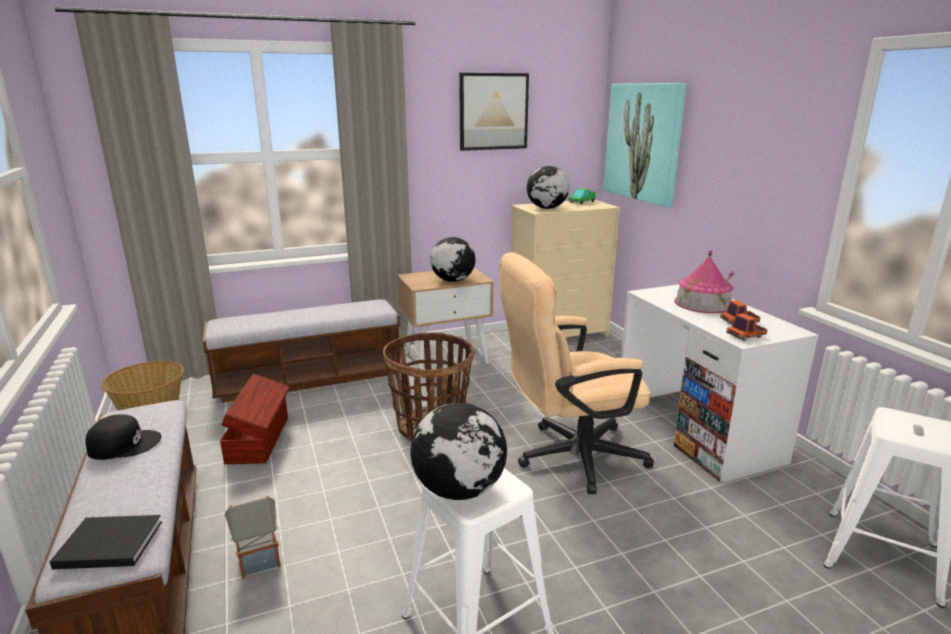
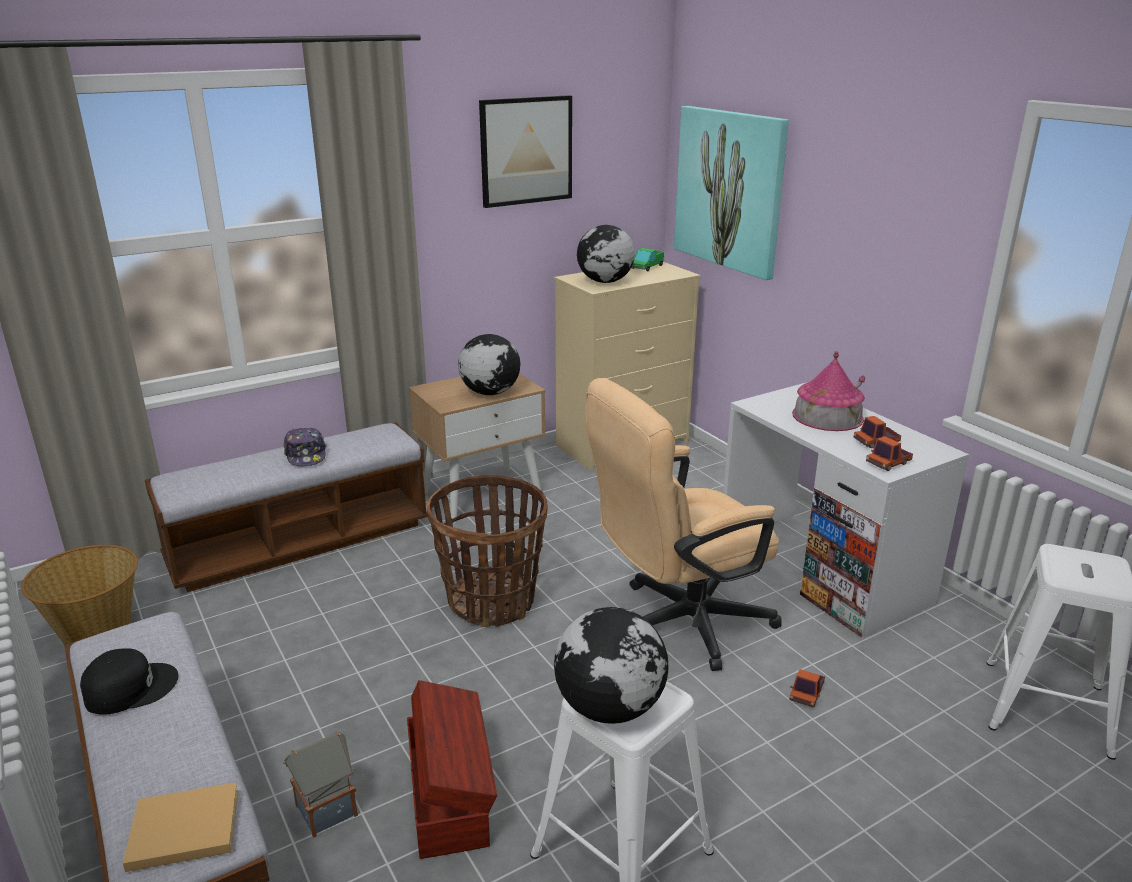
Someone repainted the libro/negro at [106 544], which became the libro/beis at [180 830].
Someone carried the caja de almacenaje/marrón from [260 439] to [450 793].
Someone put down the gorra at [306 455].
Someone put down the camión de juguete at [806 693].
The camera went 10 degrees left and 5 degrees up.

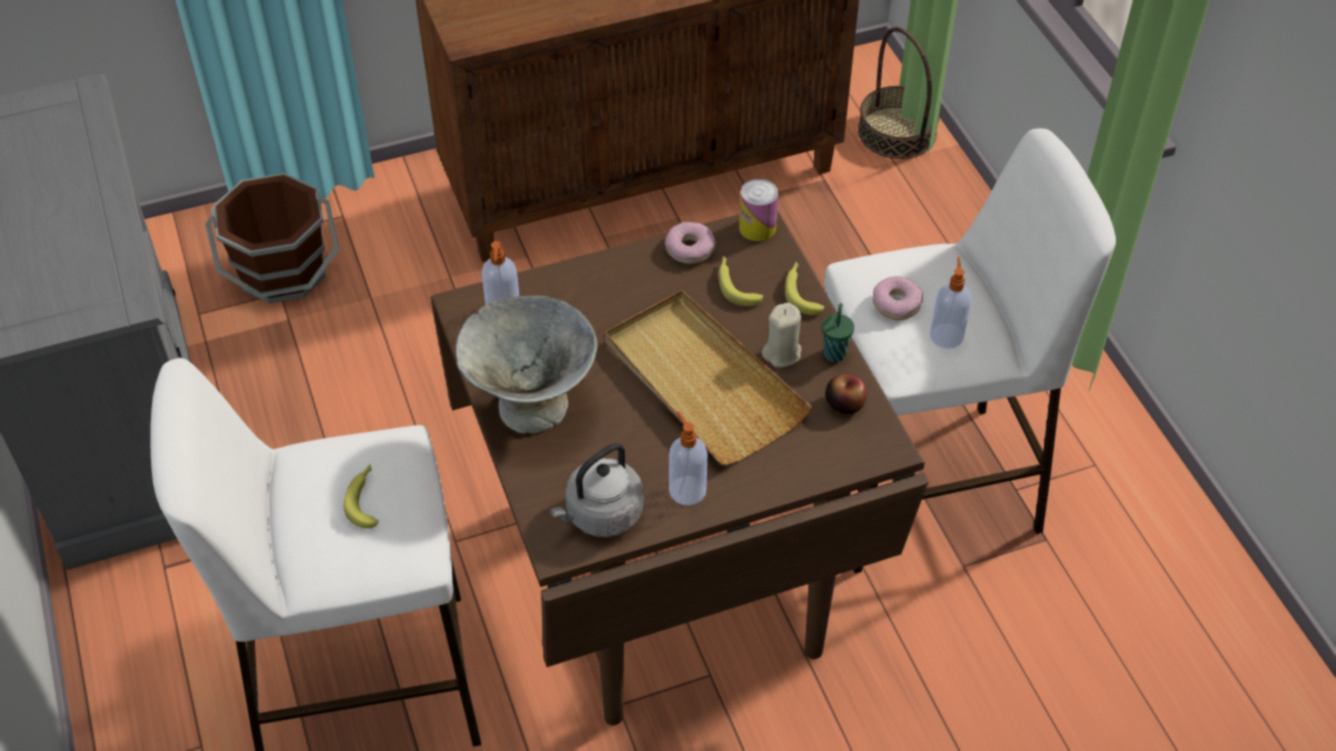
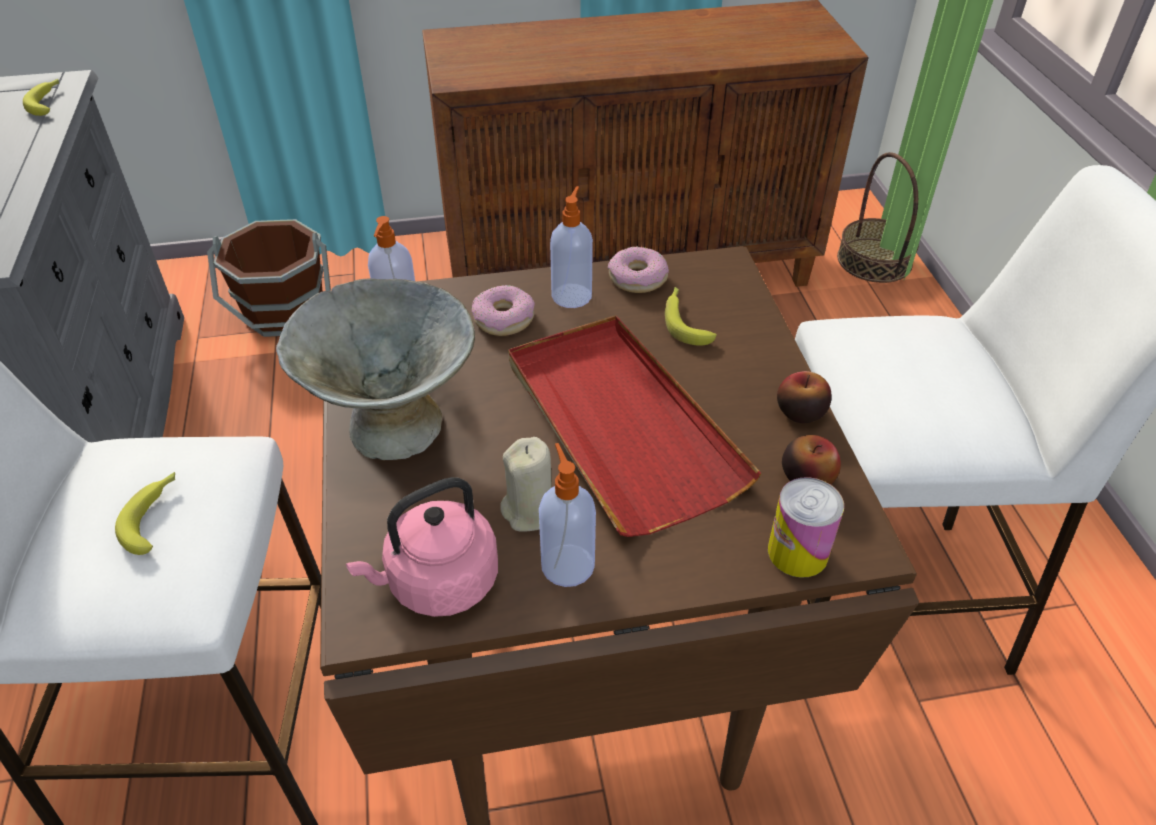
Someone repainted the hervidor/gris at [601 515], which became the hervidor/rosa at [437 583].
Someone repainted the bandeja/beis at [702 382], which became the bandeja/rojo at [620 425].
Someone carried the lata from [757 227] to [797 552].
Someone carried the vela/beis from [782 353] to [531 510].
Someone carried the plátano from [801 292] to [48 102].
Someone swapped the taza/verde at [834 352] for the manzana at [800 412].
Someone carried the rosquilla from [896 304] to [504 319].
Someone carried the dispensador de jabón from [946 335] to [572 295].
The camera went 10 degrees right and 5 degrees down.

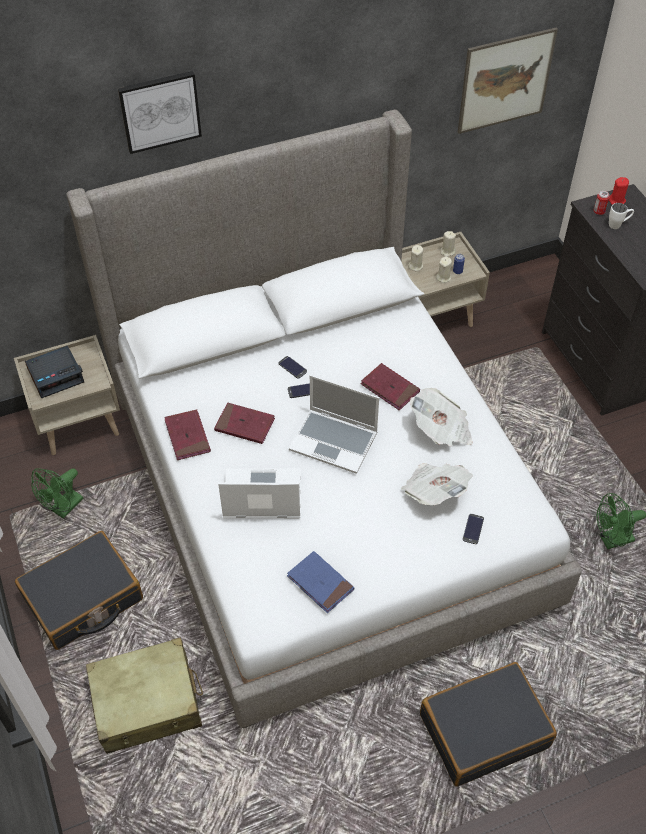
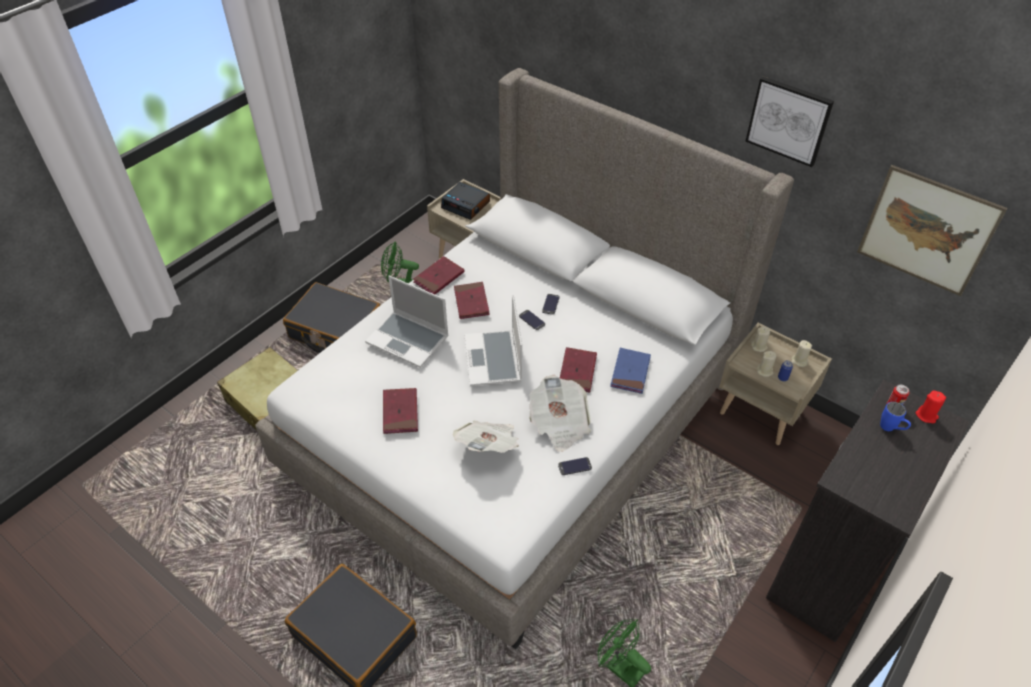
Someone carried the cuadro from [160 111] to [789 120].
Someone rotated the portátil at [261 496] by 150 degrees clockwise.
Someone carried the libro/azul from [320 583] to [630 372].
Someone carried the móvil from [473 529] to [574 466].
Someone repainted the taza grande/blanco at [618 225], which became the taza grande/azul at [891 429].
Someone put down the libro/rojo at [400 412].
The camera went 60 degrees right and 5 degrees down.

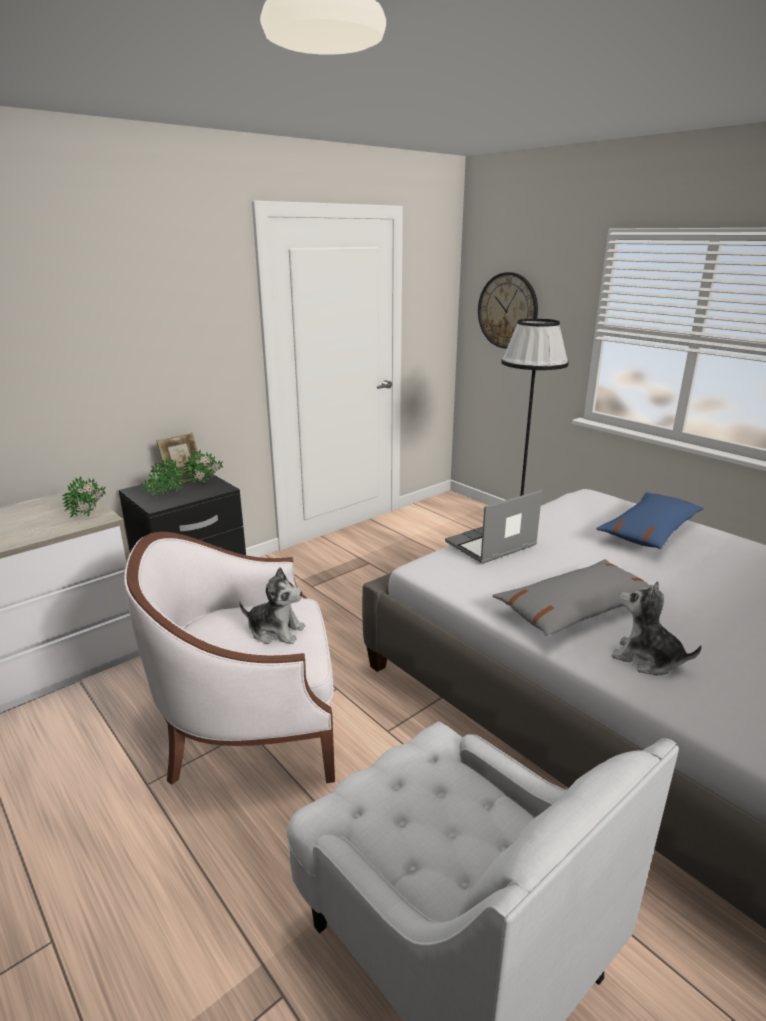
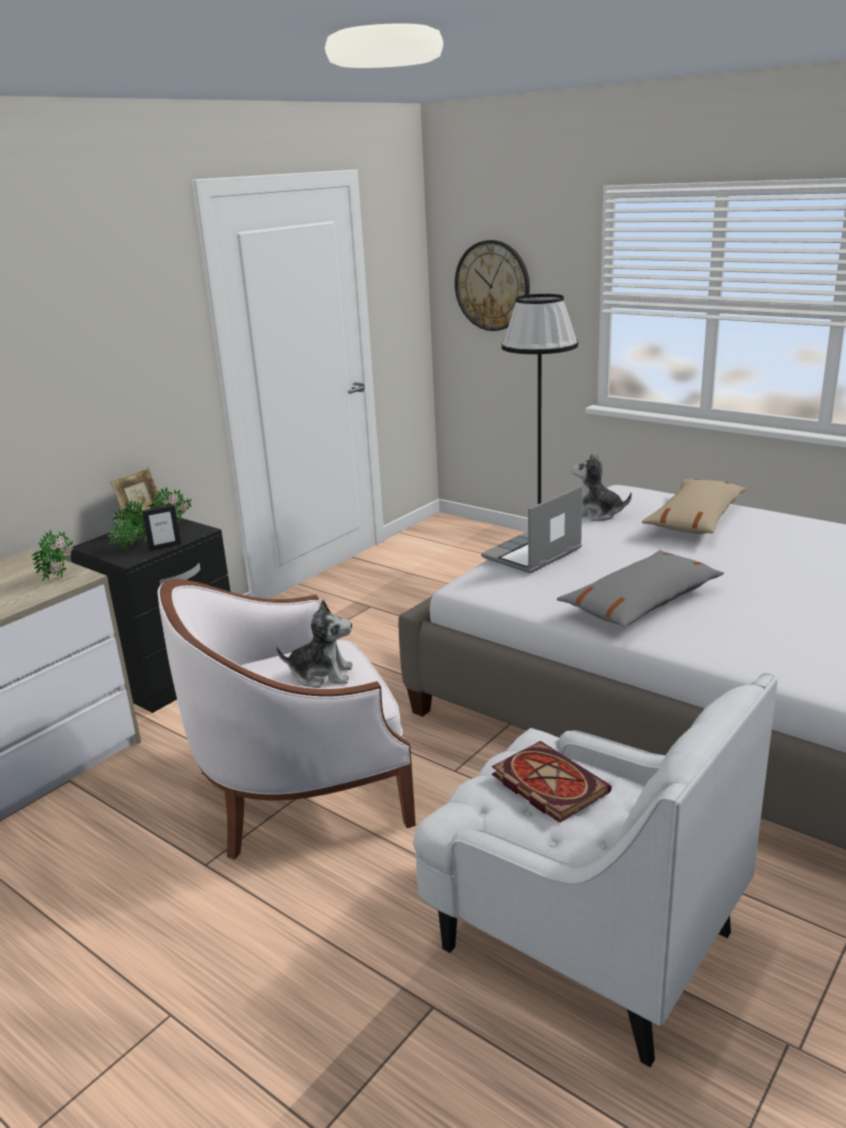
Someone repainted the cojín/azul at [650 531], which became the cojín/beis at [695 519].
Someone carried the peluche from [646 659] to [597 514].
Someone put down the portarretratos at [165 547].
Someone put down the libro at [546 784].
The camera went 10 degrees left and 0 degrees up.

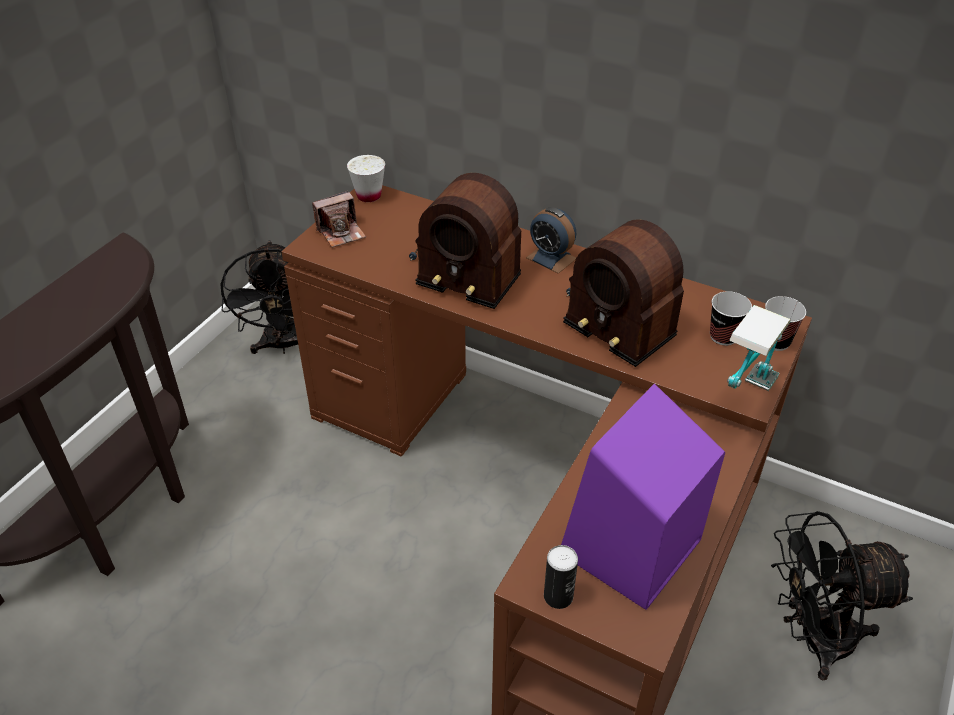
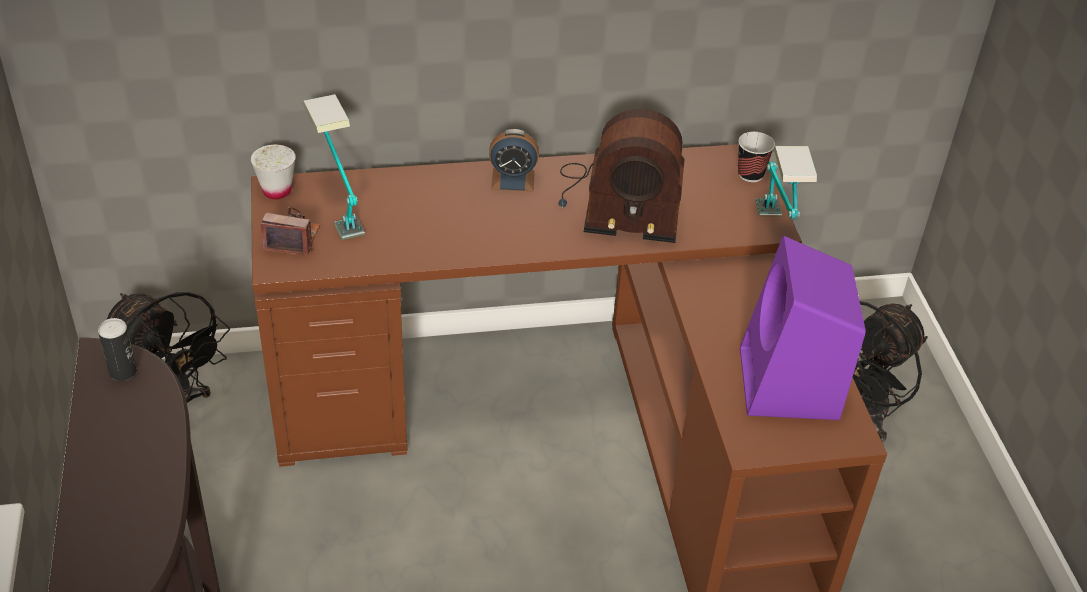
Someone rotated the cámara at [341 232] by 105 degrees counterclockwise.
Someone took away the radio at [464 265].
Someone carried the lata from [558 596] to [123 371].
Someone took away the taza at [723 336].
Someone put down the lámpara de mesa at [338 206].
The camera went 40 degrees left and 0 degrees up.

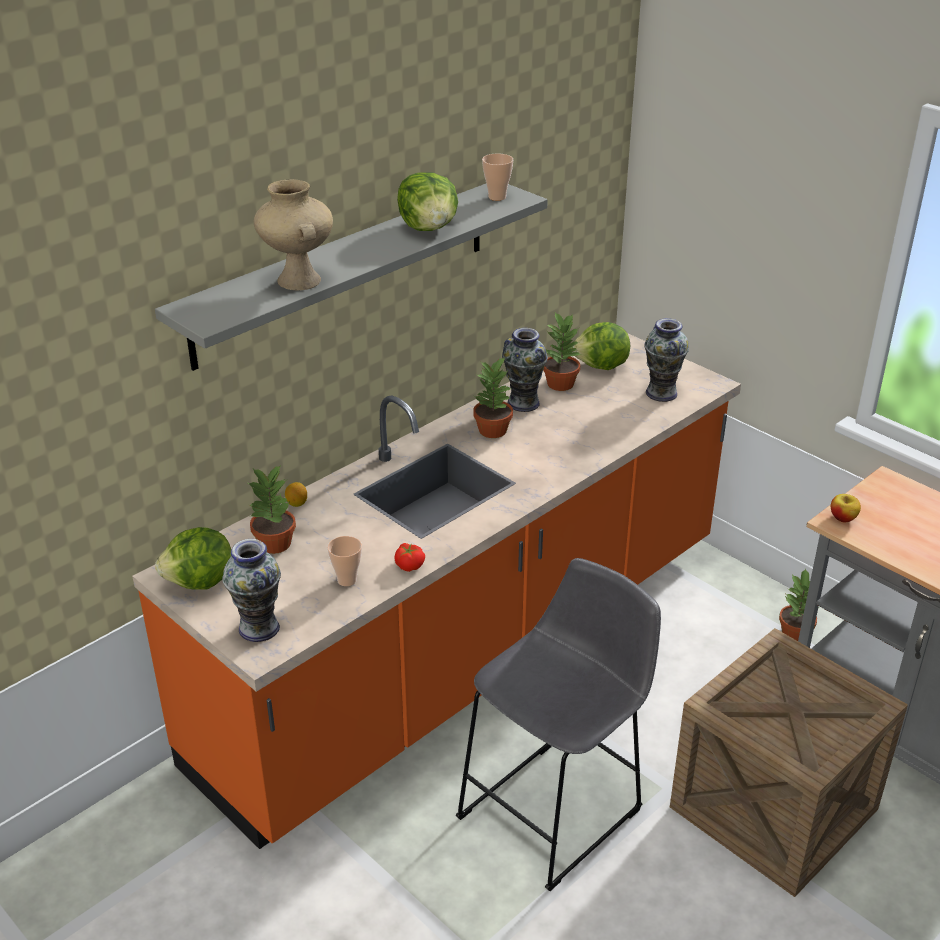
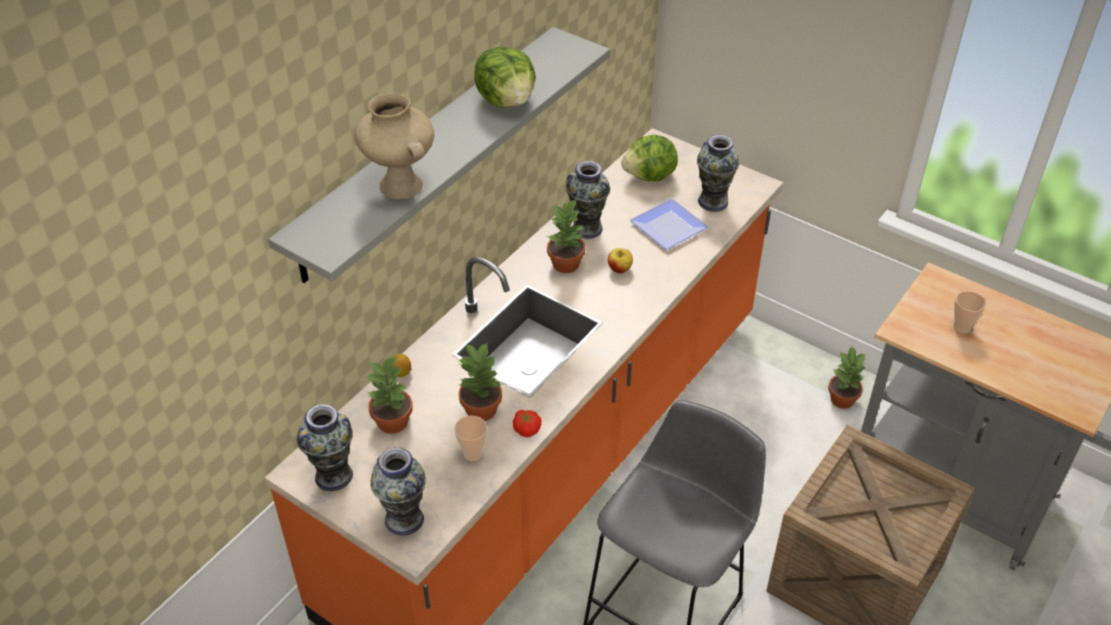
Someone swapped the lechuga at [201 582] for the florero at [334 476].
Someone carried the taza from [497 197] to [961 327].
Someone carried the planta en maceta from [560 383] to [481 409].
Someone carried the manzana from [843 518] to [619 268].
Someone put down the plato at [668 228].
The camera went 10 degrees left and 10 degrees up.

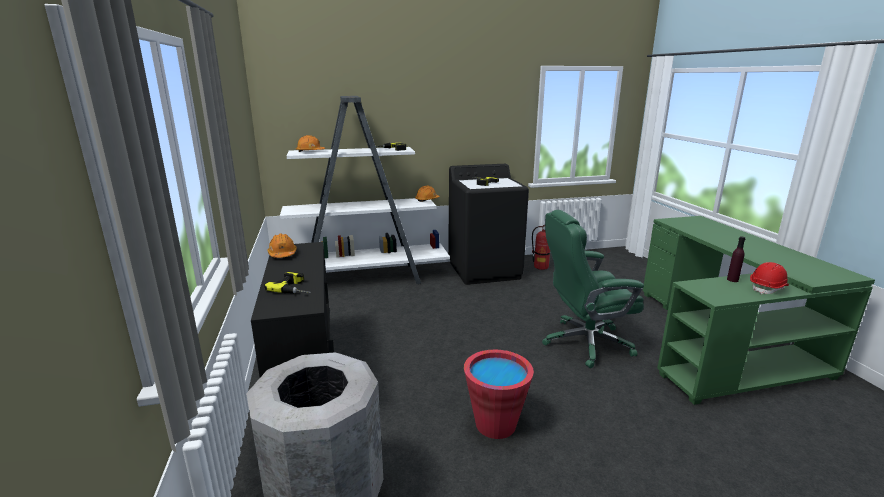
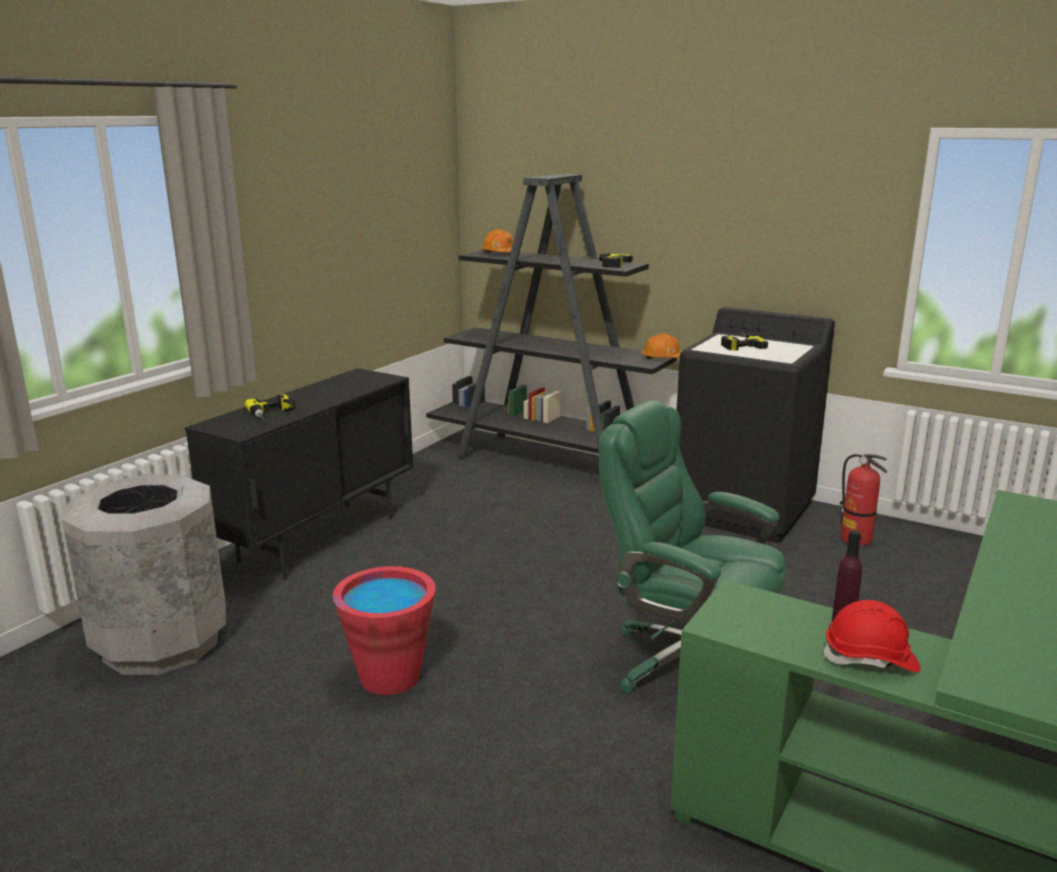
Someone took away the casco/naranja at [282 254].
Someone repainted the estantería/blanco at [363 279], which became the estantería/negro at [555 463].
The camera went 45 degrees right and 0 degrees up.

